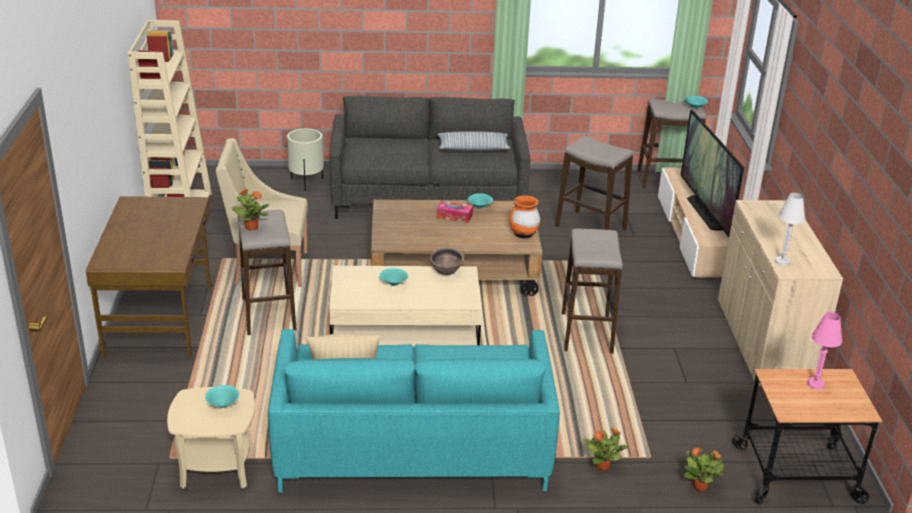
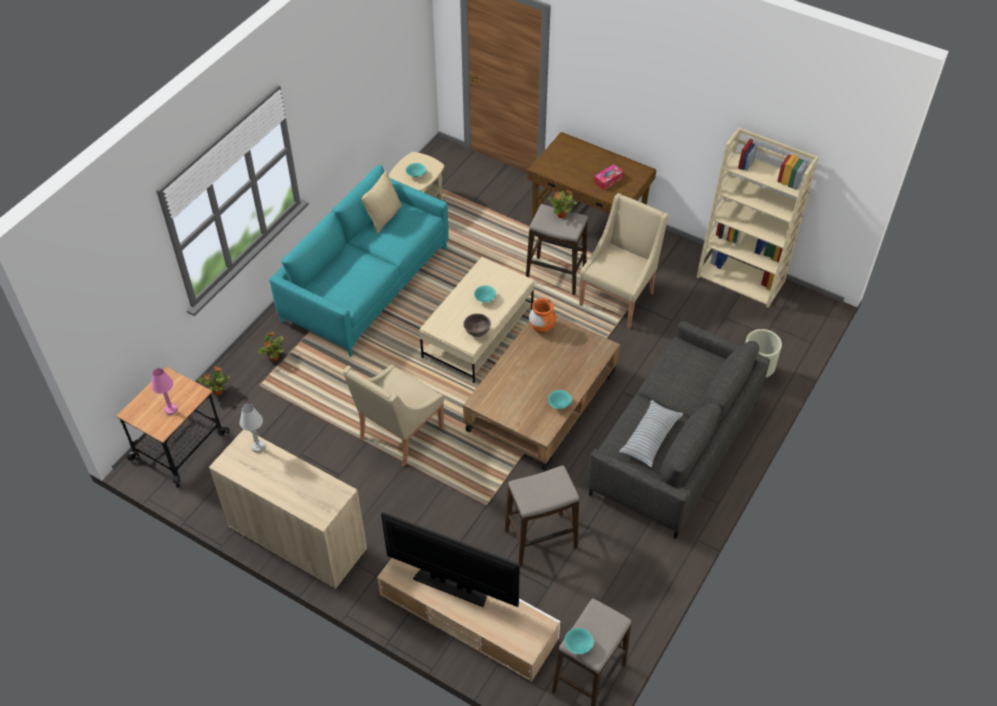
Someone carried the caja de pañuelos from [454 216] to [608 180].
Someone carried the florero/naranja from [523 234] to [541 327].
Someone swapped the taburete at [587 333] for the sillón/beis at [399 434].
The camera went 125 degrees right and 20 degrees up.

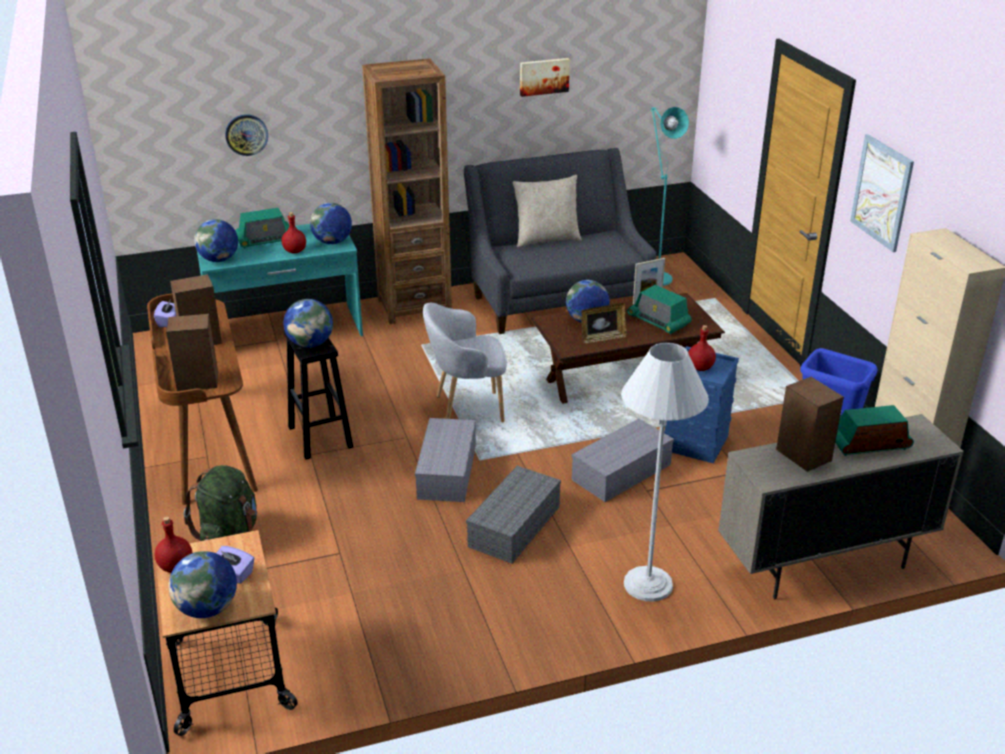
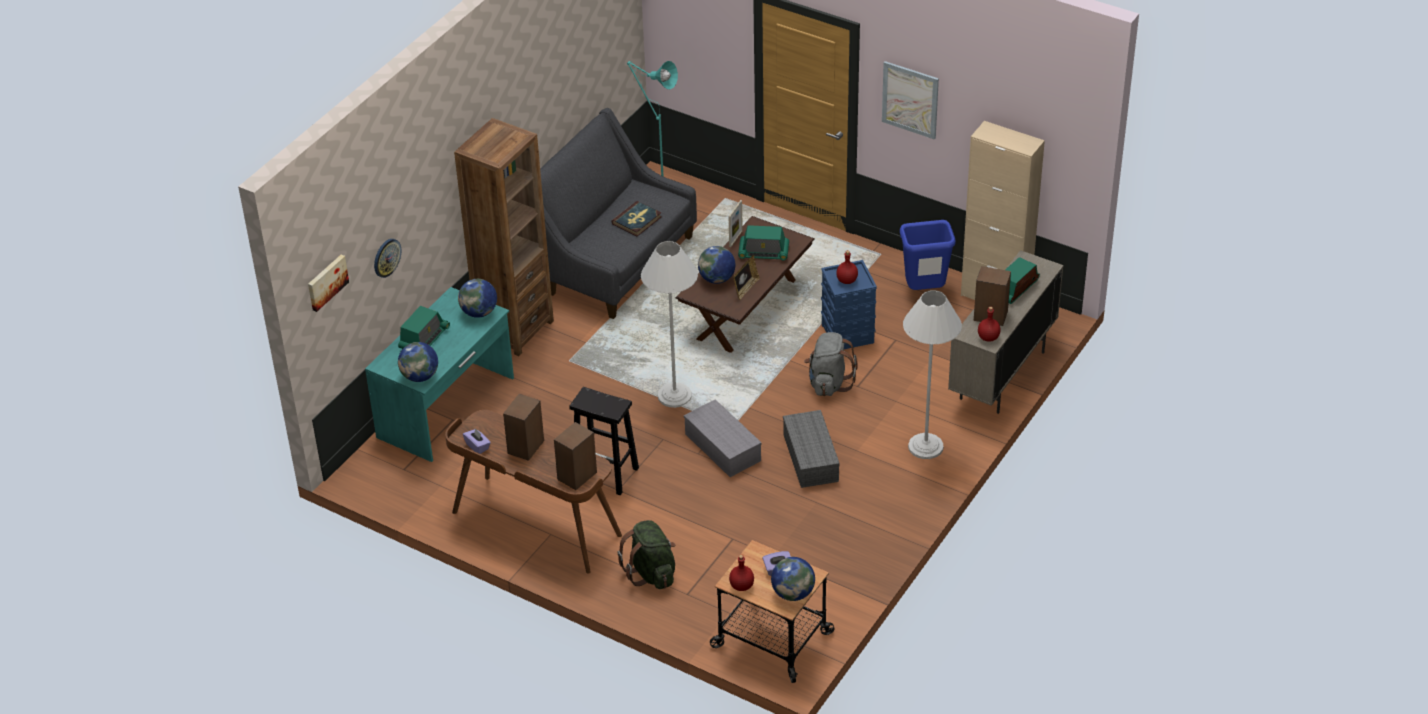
Someone carried the botella/rojo from [295 251] to [988 337].
Someone took away the globo terráqueo at [310 344].
Someone swapped the sillón/gris at [466 410] for the lámpara de pie/blanco at [674 395].
Someone took away the cojín/beis at [546 239].
Someone carried the cuadro from [543 76] to [326 282].
Someone swapped the caja de almacenaje/gris at [621 473] for the mochila/gris at [828 383].
Someone put down the libro at [637 220].
The camera went 40 degrees left and 10 degrees up.

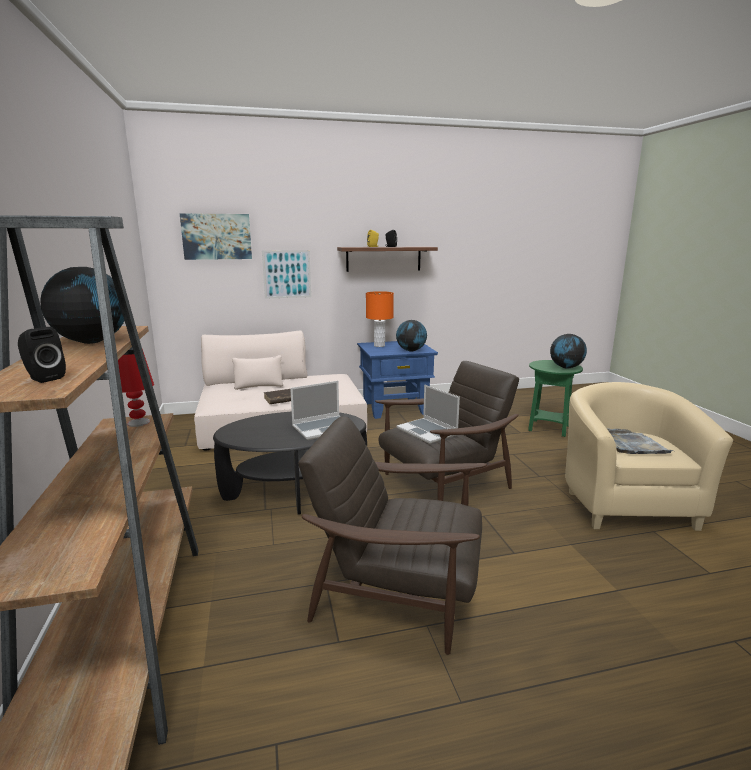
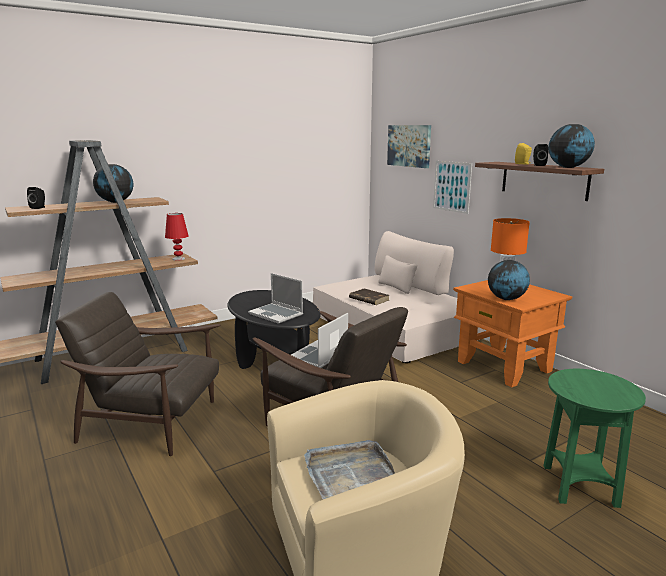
Someone rotated the sillón/marrón at [398 590] by 75 degrees counterclockwise.
Someone repainted the mesa auxiliar/azul at [395 408], which became the mesa auxiliar/naranja at [503 366].
Someone carried the globo terráqueo from [566 367] to [568 167].
The camera went 70 degrees right and 0 degrees up.

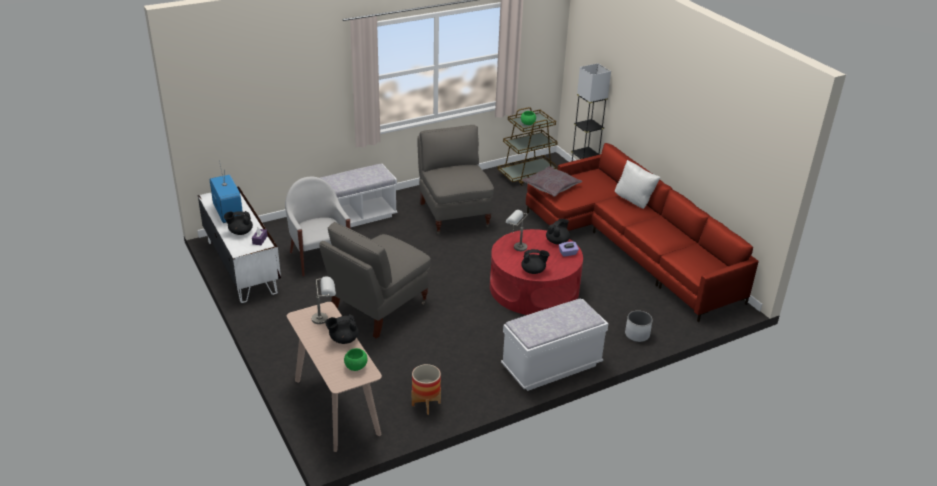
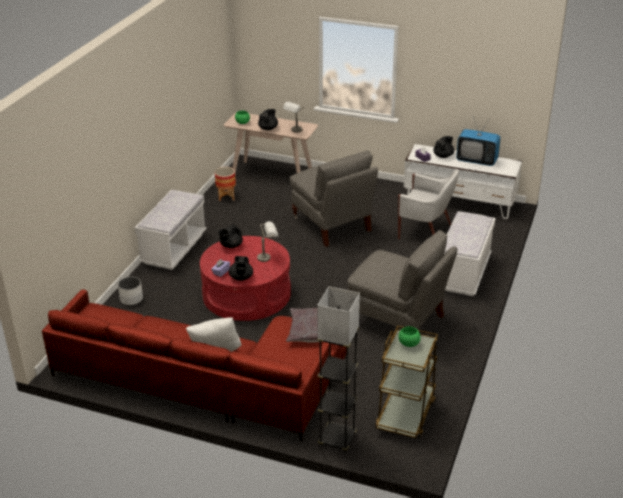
Someone rotated the sillón/gris at [378 308] by 150 degrees clockwise.
The camera went 140 degrees right and 0 degrees up.

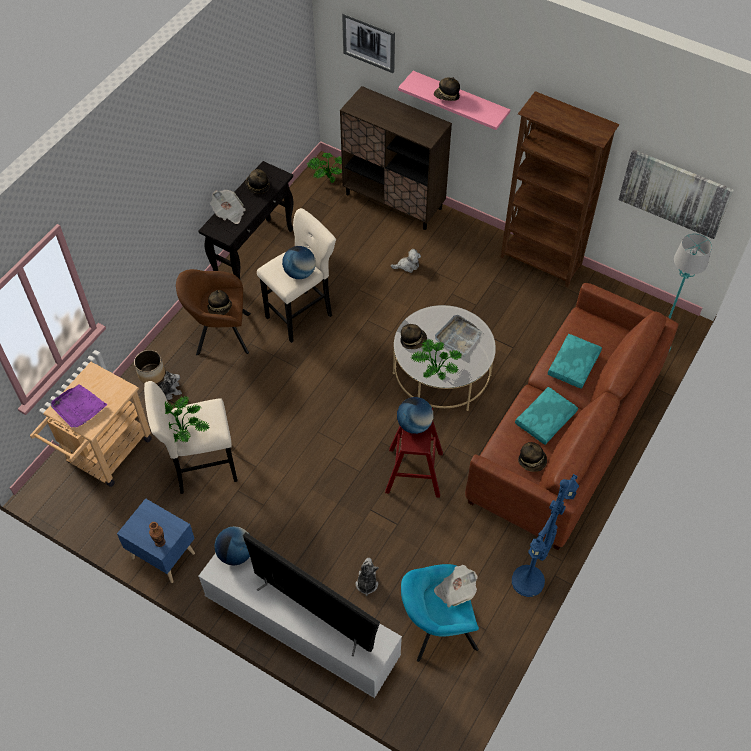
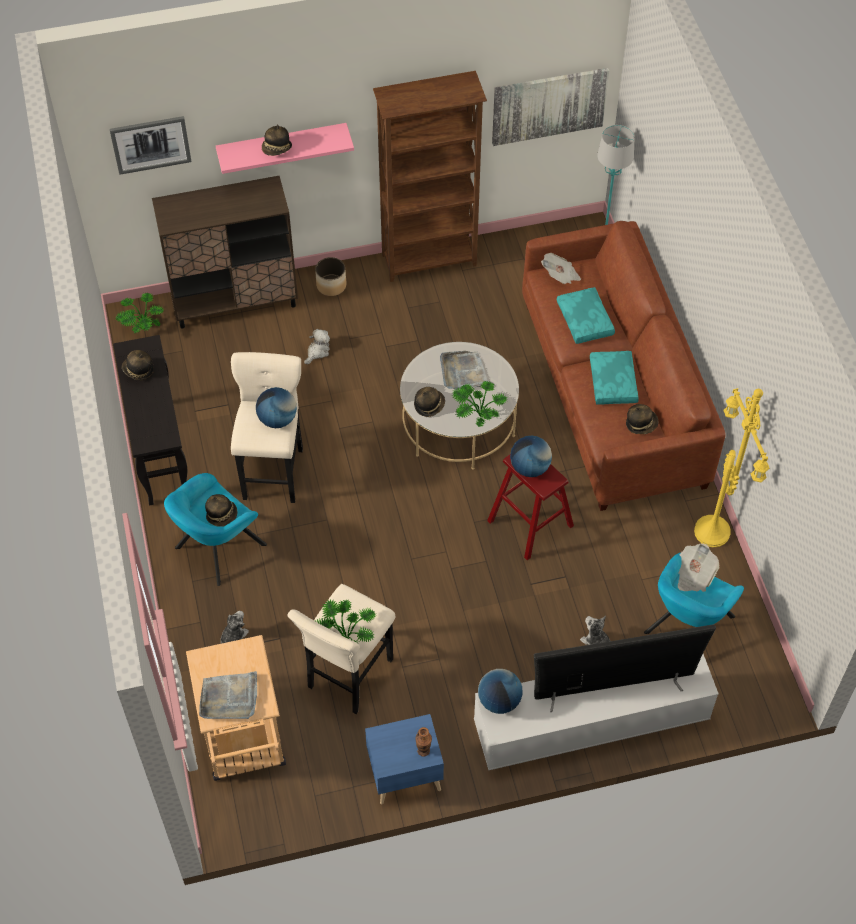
Someone repainted the bandeja/morado at [78 407], which became the bandeja/gris at [229 698].
Someone carried the maceta from [152 374] to [331 285].
Someone repainted the sillón/marrón at [219 333], which became the sillón/turquesa at [217 549].
Someone carried the periódico from [229 213] to [560 276].
Someone repainted the lámpara de pie/azul at [529 583], which became the lámpara de pie/amarillo at [714 532].
The camera went 45 degrees left and 0 degrees up.

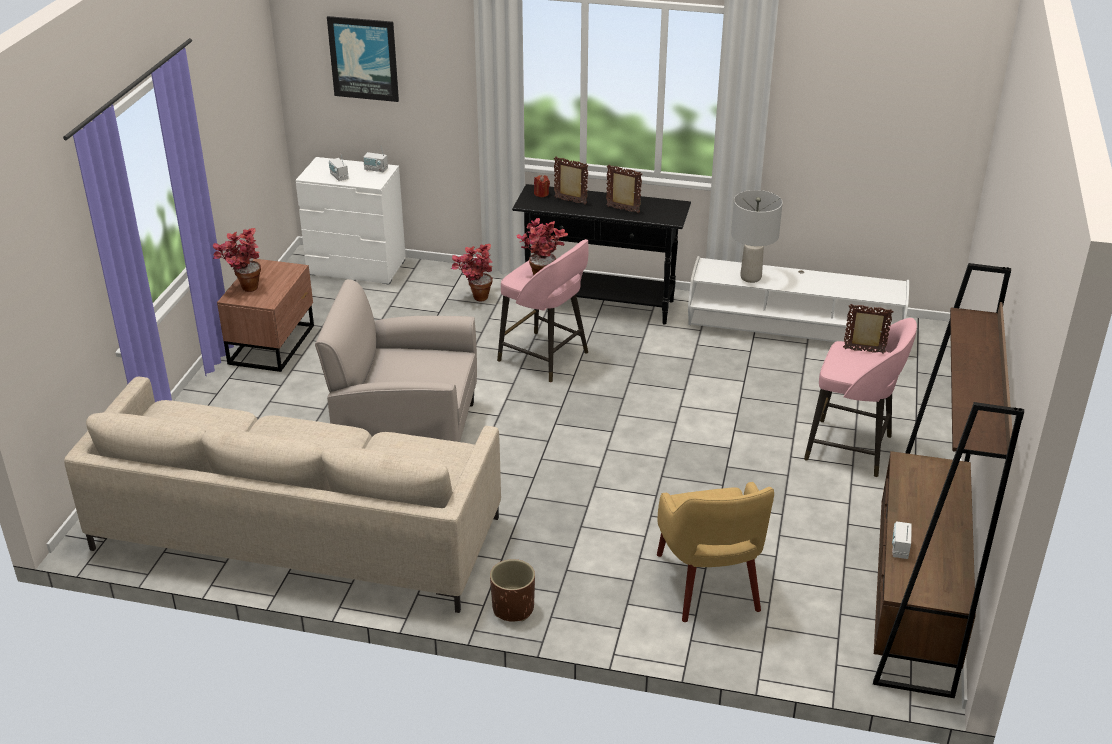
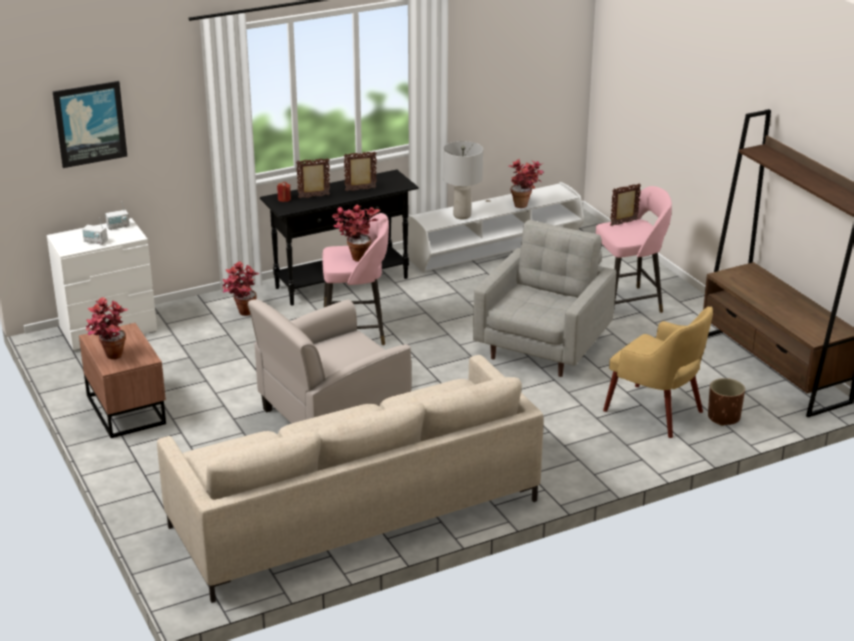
Someone carried the maceta/marrón from [513 608] to [723 417].
Someone took away the radio at [899 549].
Someone put down the sillón/gris at [544 347].
Someone put down the planta en maceta at [525 205].
The camera went 40 degrees left and 5 degrees down.

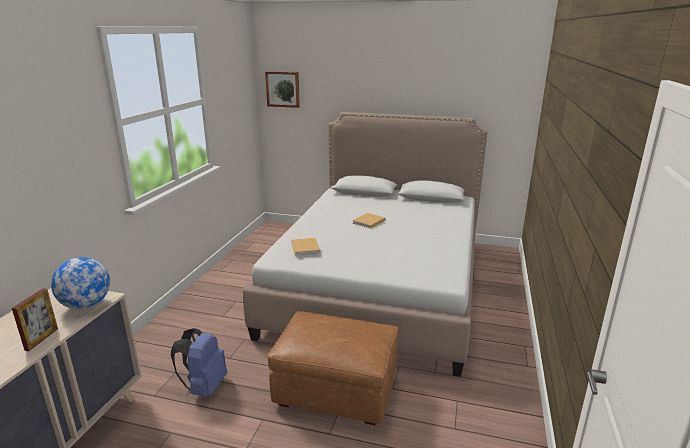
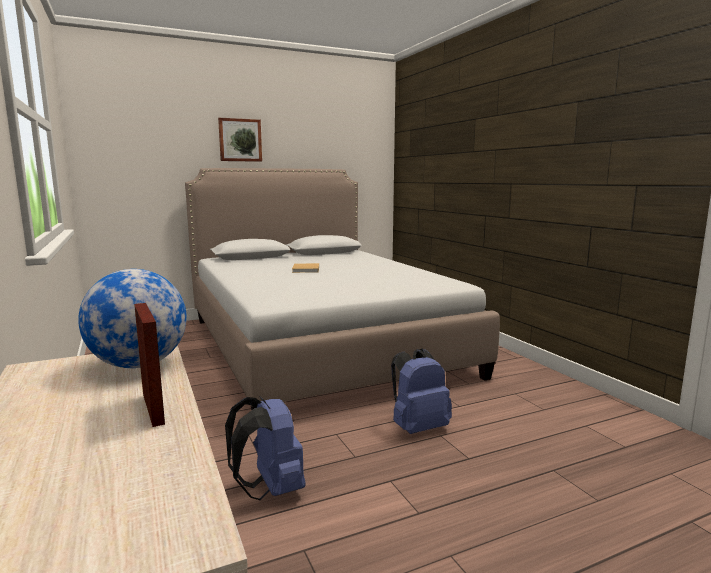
Someone carried the cuadro from [283 89] to [240 140].
Someone swapped the puf/marrón at [336 391] for the mochila/azul at [418 427].
Someone took away the libro/beis at [305 248].
The camera went 40 degrees left and 10 degrees down.

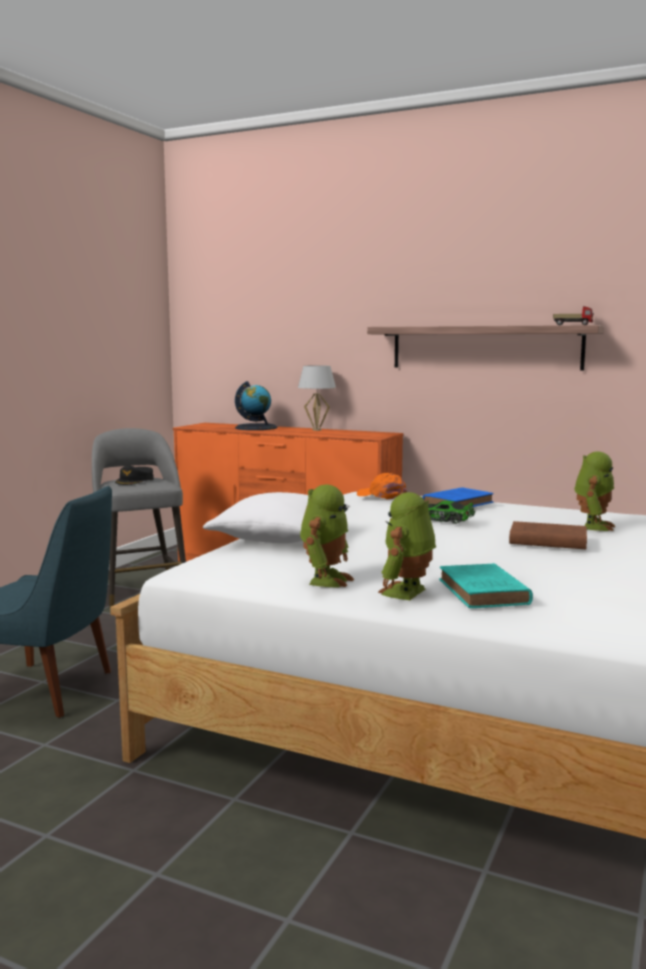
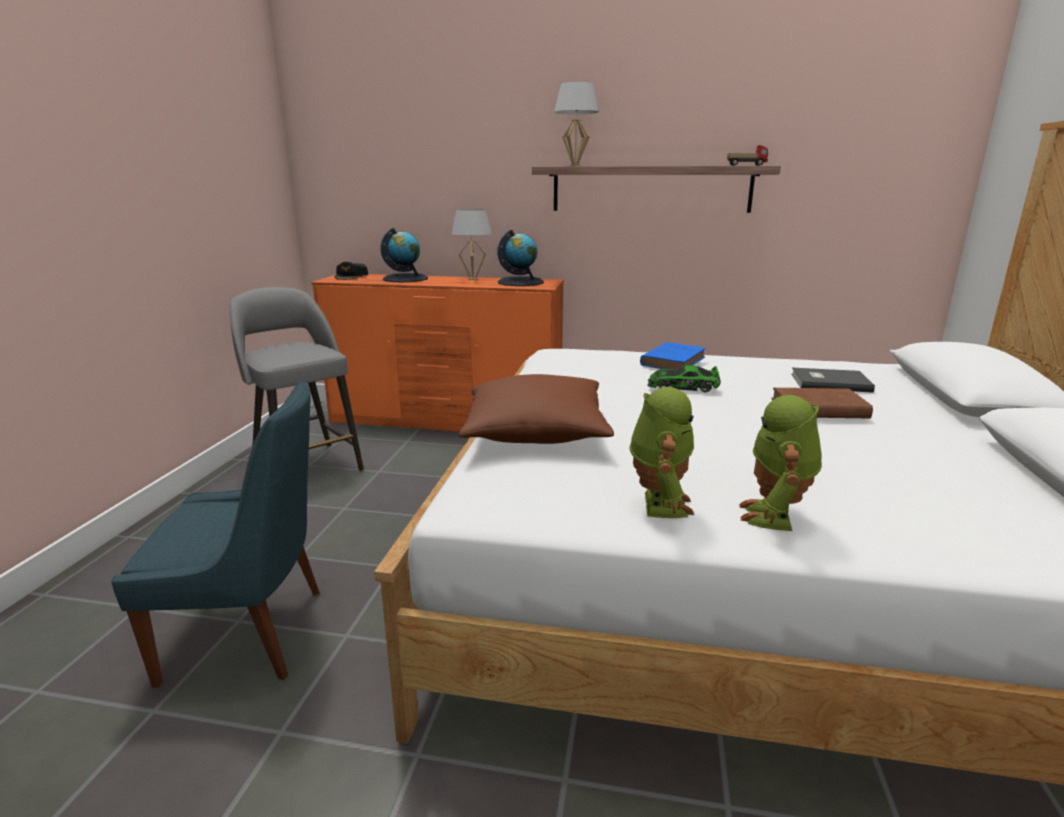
Someone carried the gorra/negro from [135 481] to [351 276].
Someone repainted the cojín/blanco at [280 539], which became the cojín/marrón at [536 432].
Someone took away the gorra/naranja at [382 496].
Someone took away the libro/turquesa at [484 593].
Someone swapped the robot de juguete at [593 526] for the libro/gris at [828 382].
Someone put down the globo terráqueo at [520 282].
Someone put down the lámpara de mesa/blanco at [575 165].
The camera went 15 degrees left and 10 degrees up.

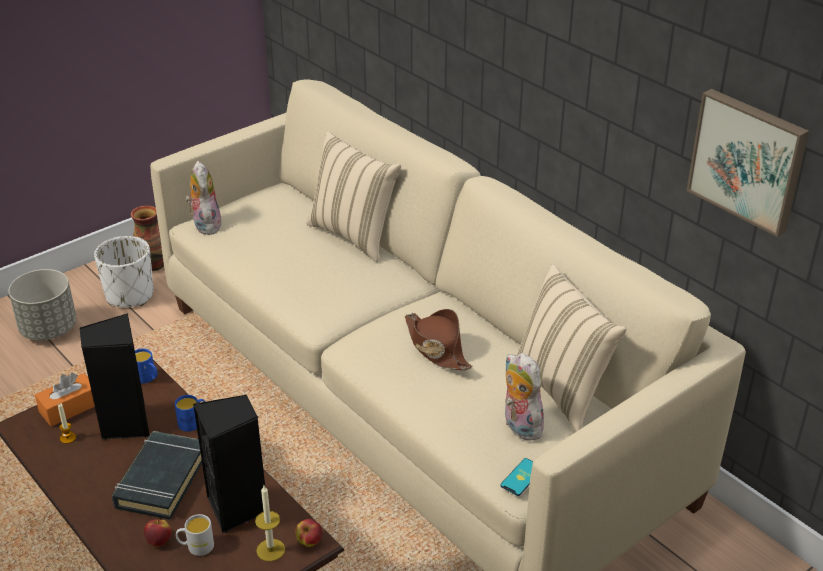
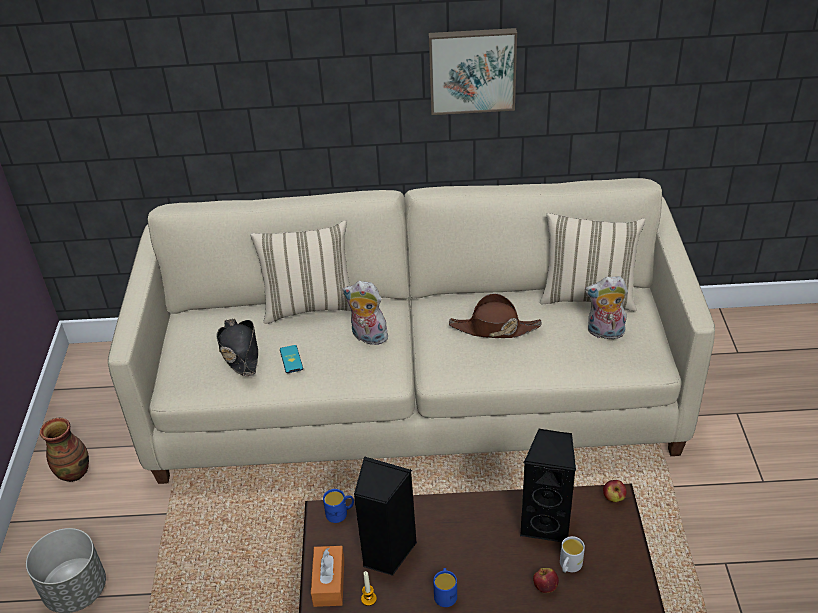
Someone took away the maceta/blanco at [130 295].
Someone took away the libro/negro at [161 480].
Someone carried the taza grande/azul from [193 422] to [445 593].
Someone carried the peluche from [205 225] to [367 337].
Someone took away the vela at [270 550].
Someone carried the móvil from [521 477] to [291 359].
Someone carried the cuadro from [748 160] to [472 70].
Someone put down the sombrero/negro at [240 351].
The camera went 50 degrees left and 5 degrees up.

